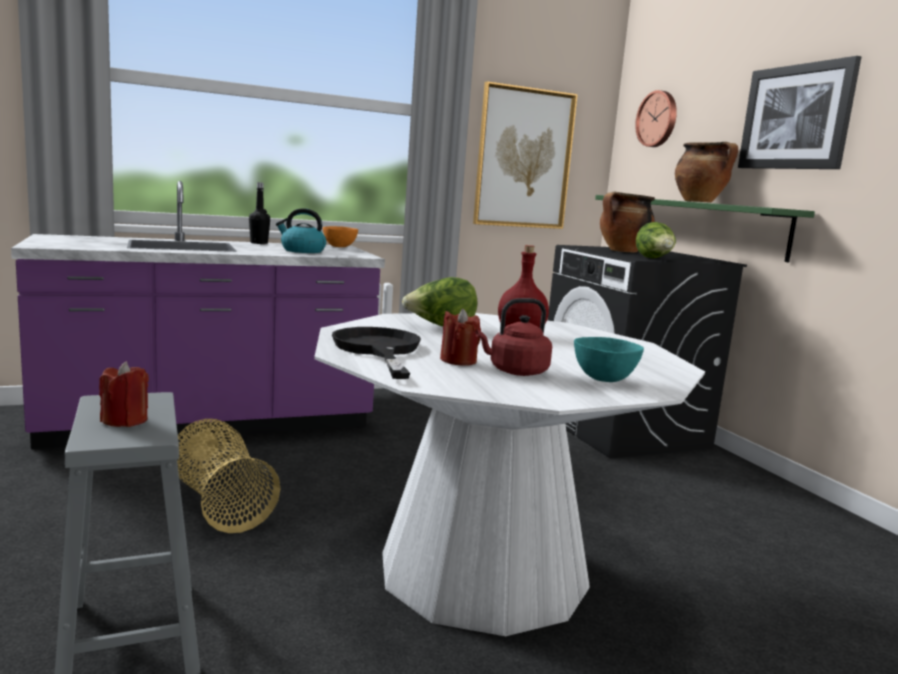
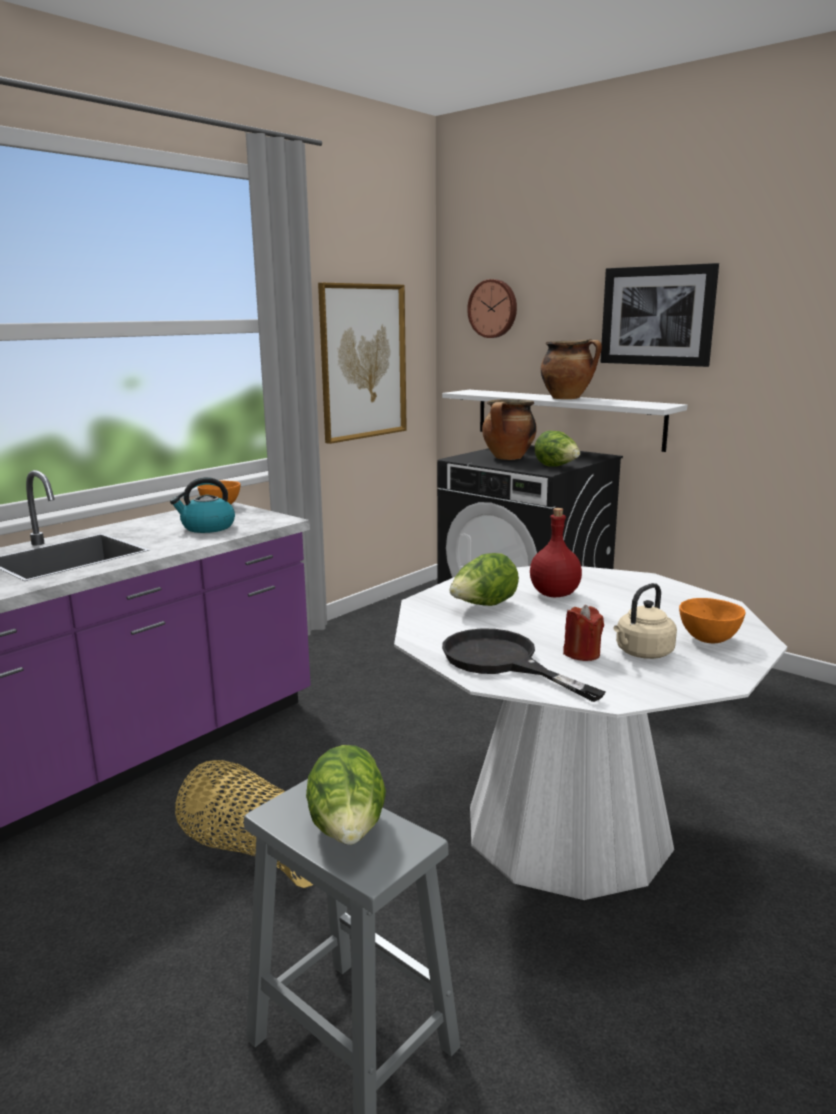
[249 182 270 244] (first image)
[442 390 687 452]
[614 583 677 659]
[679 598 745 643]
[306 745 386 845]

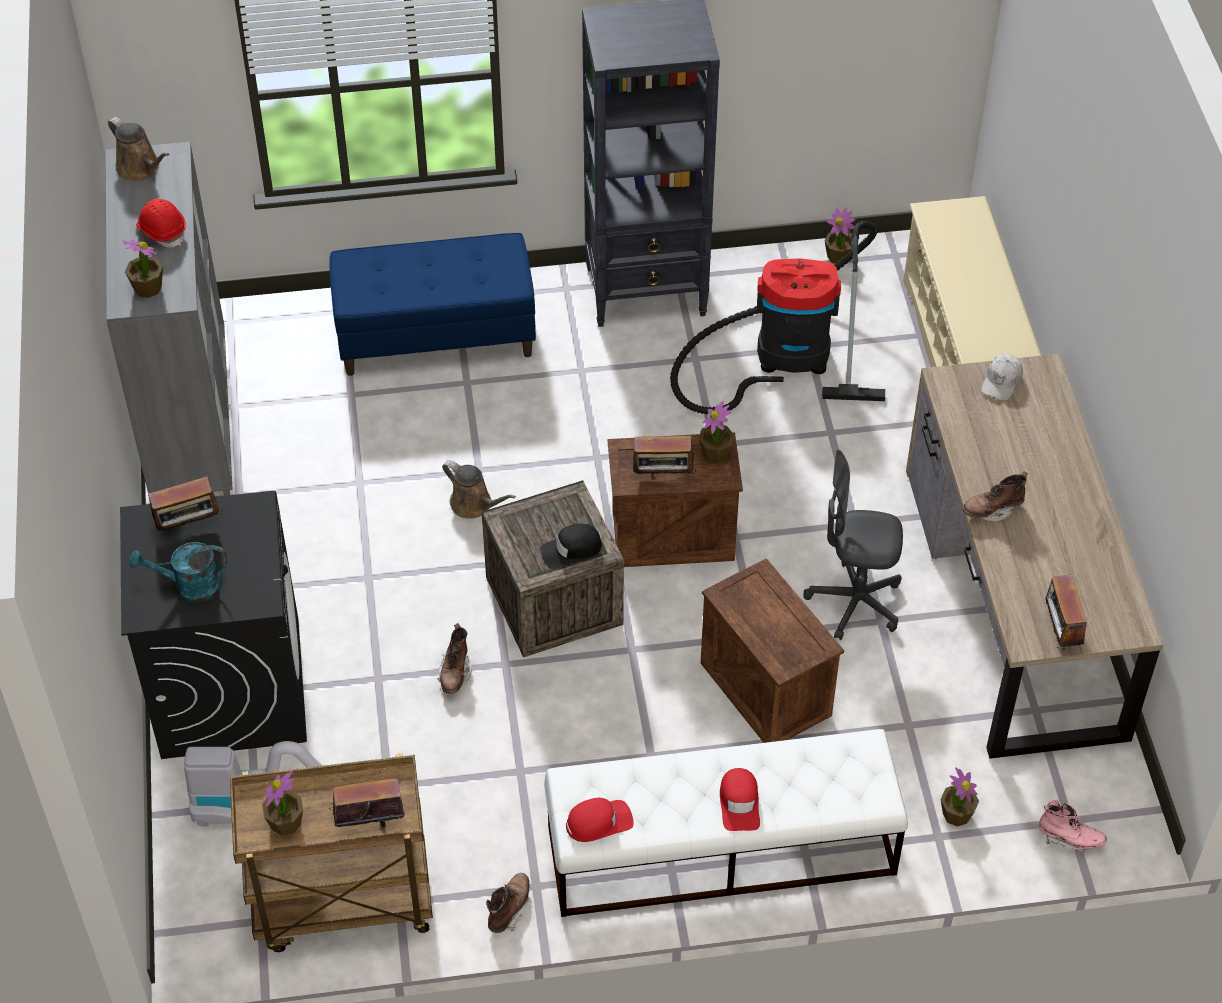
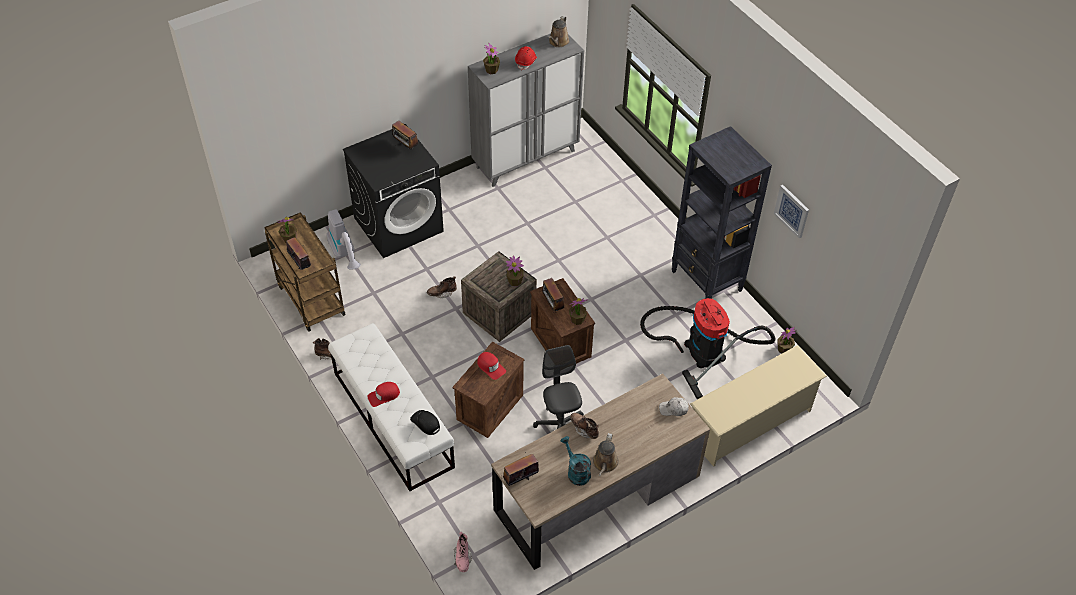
[329 233 536 376] (first image)
[593 433 619 476]
[410 410 440 435]
[561 436 591 486]
[506 256 524 286]
[477 352 506 380]
[774 185 809 239]

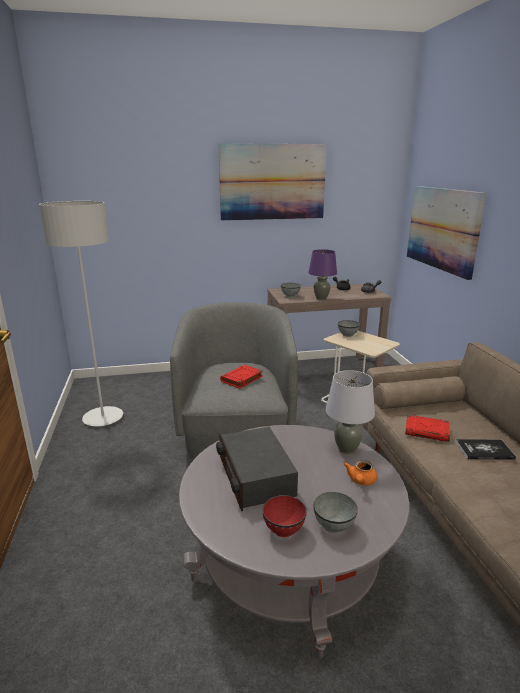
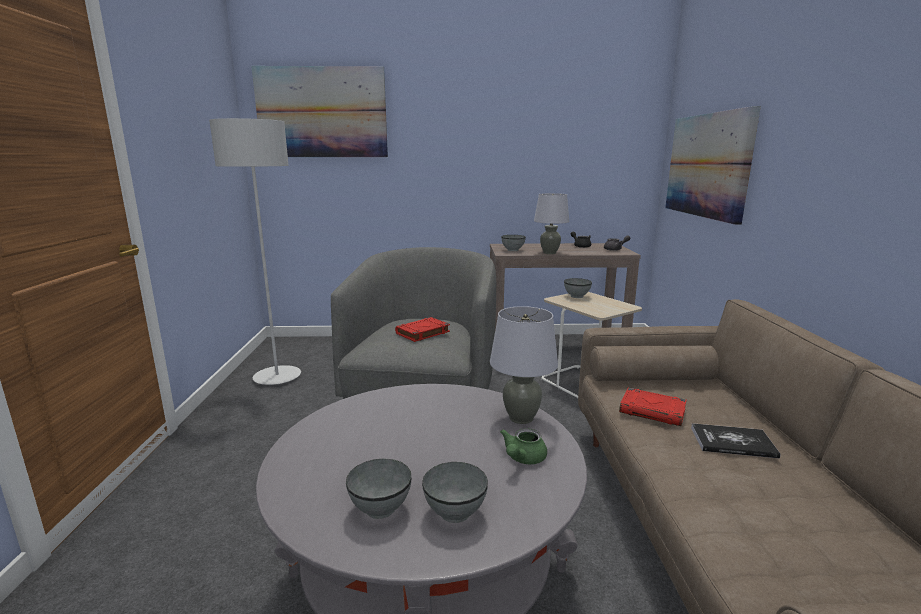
[251 66 388 157]
[534 193 569 254]
[216 427 298 511] (first image)
[500 428 547 464]
[346 458 411 519]

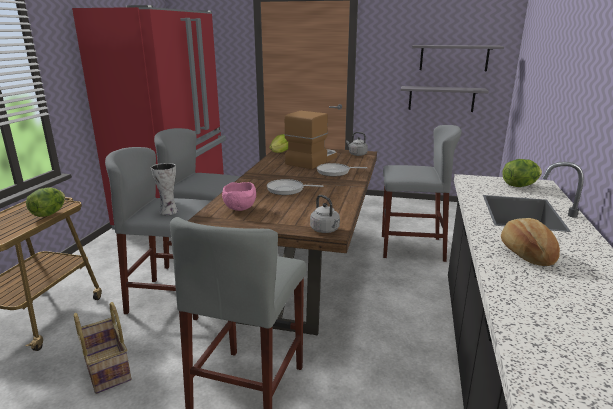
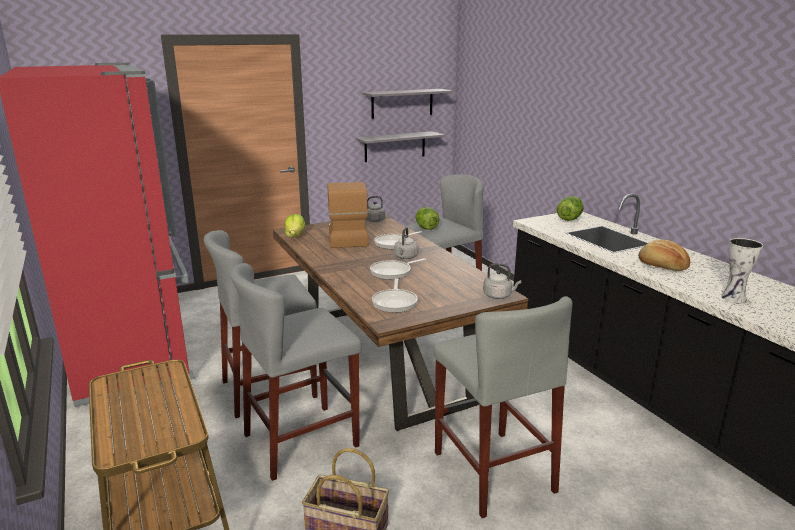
[721 238 763 303]
[372 278 418 313]
[415 207 439 230]
[394 227 418 259]

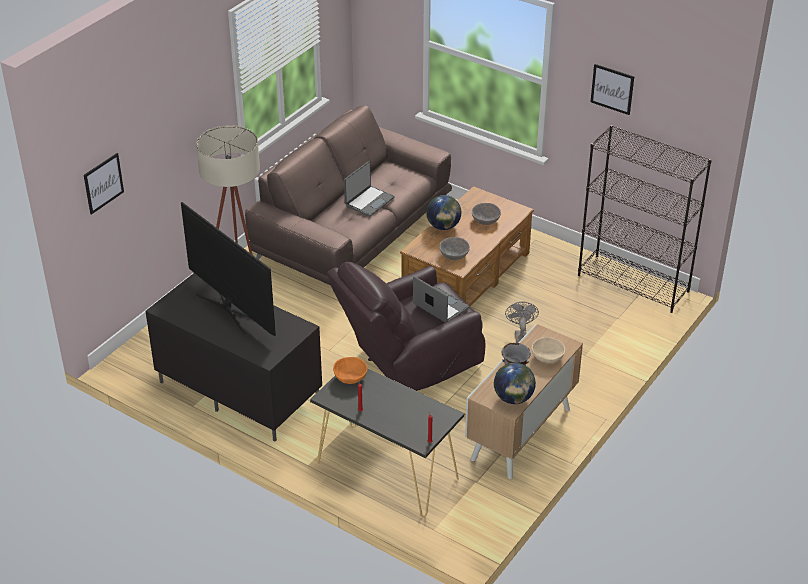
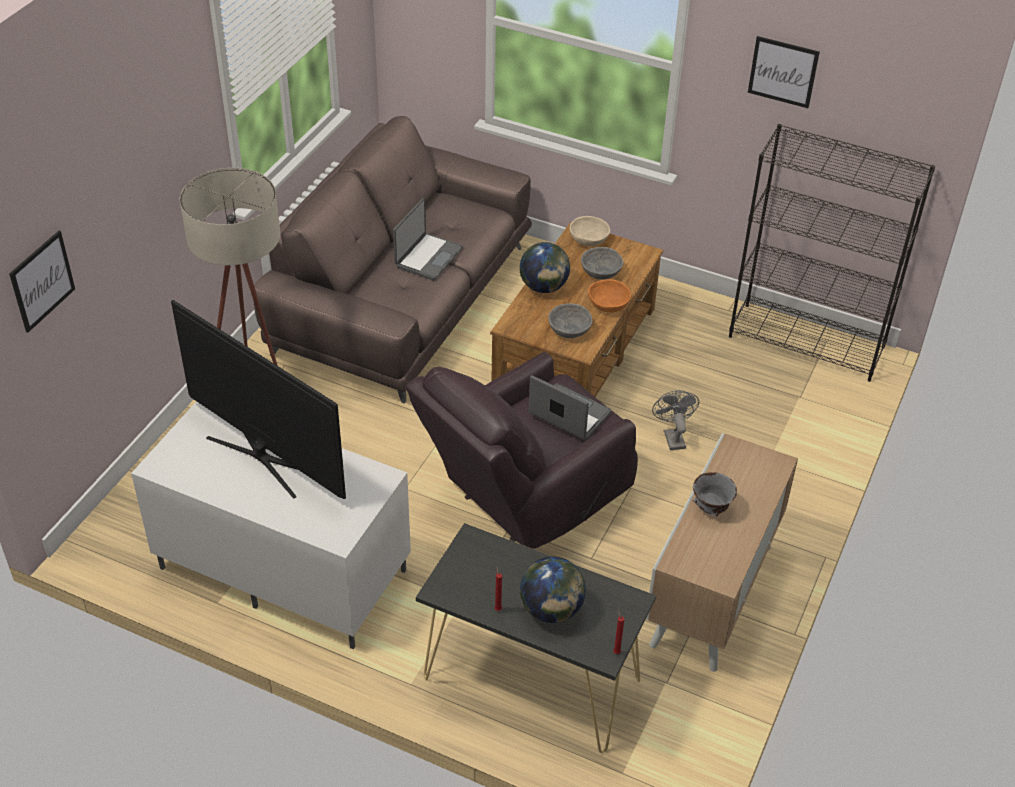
[131 401 411 649]
[569 216 610 246]
[588 279 631 312]
[520 557 586 623]

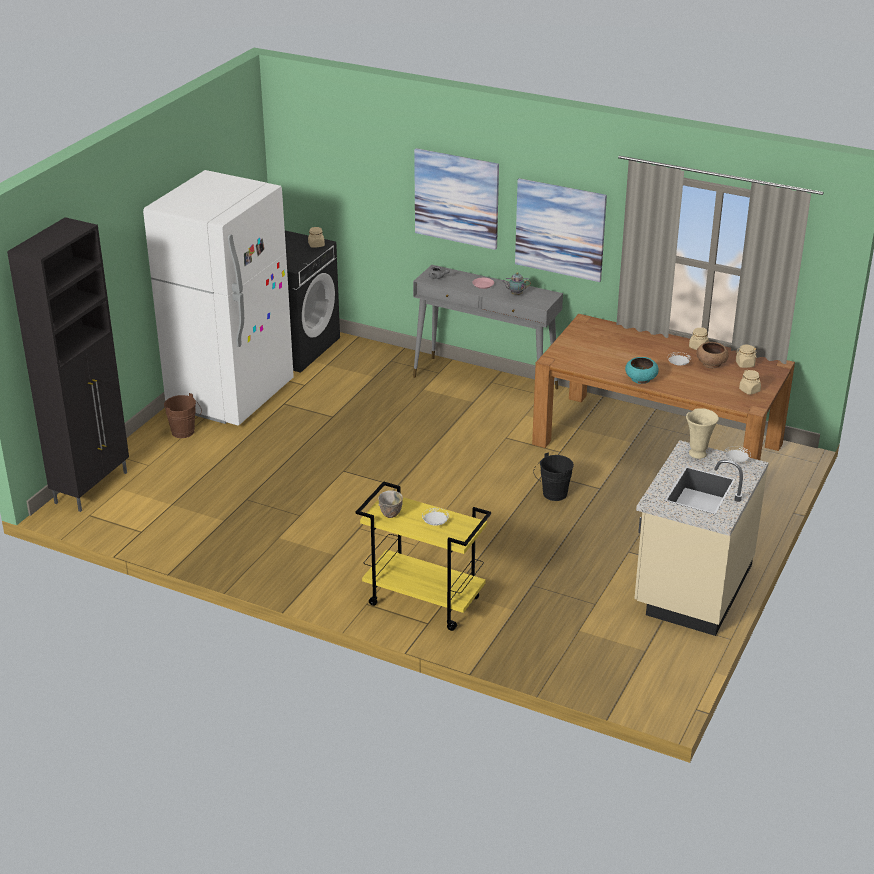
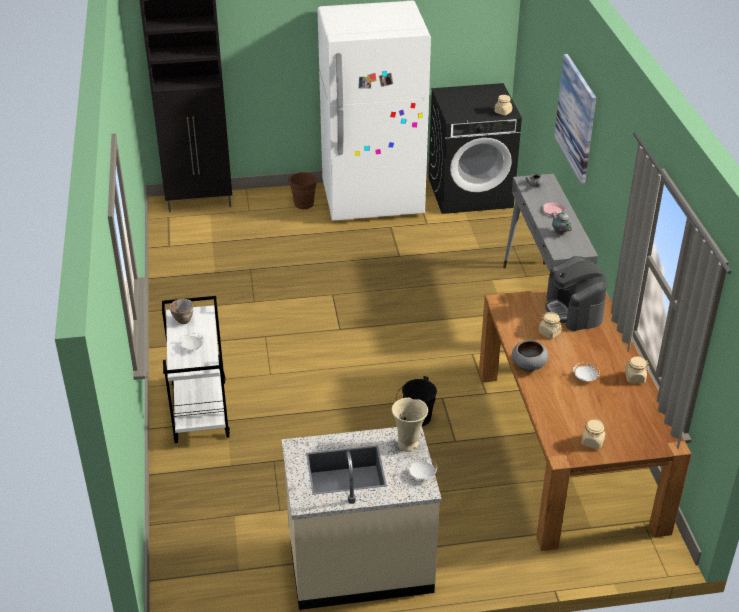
[515 178 607 282] (first image)
[696 342 729 368] (first image)
[539 312 561 339]
[512 340 548 372]
[162 296 230 443]
[545 256 607 331]

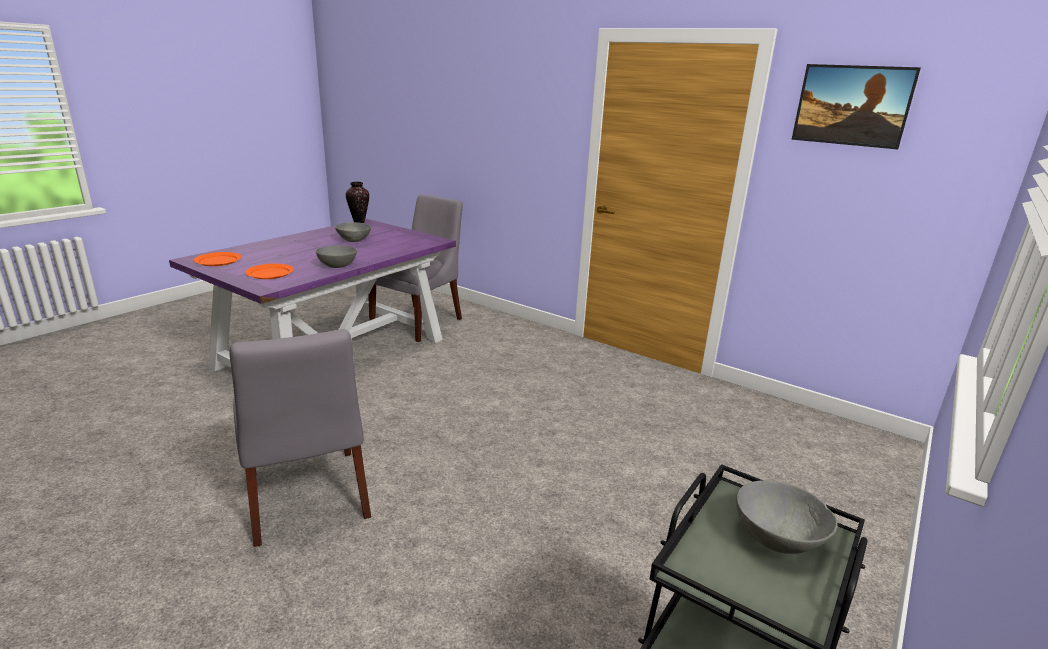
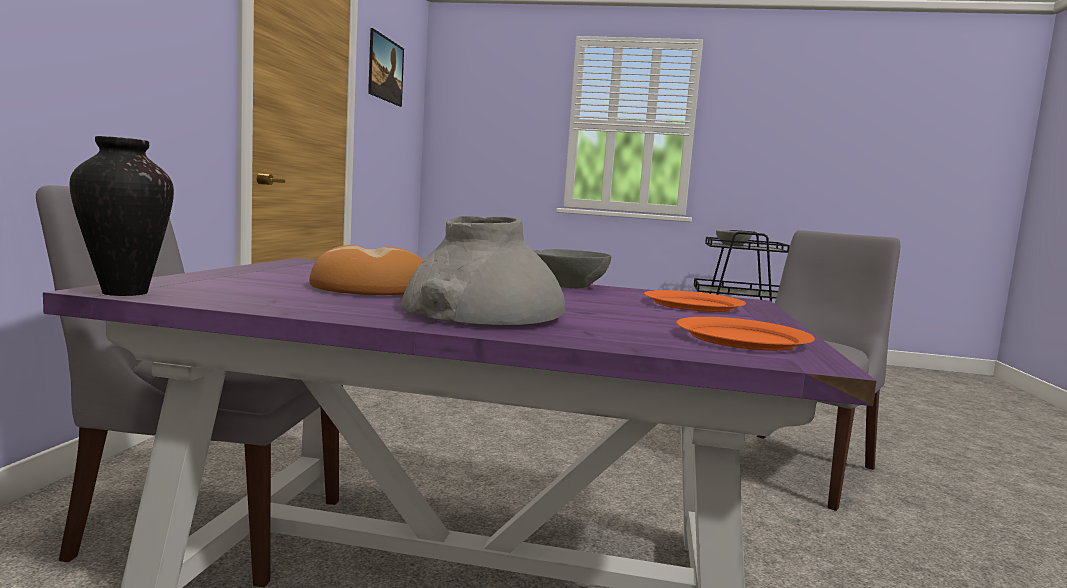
[309 245 423 295]
[401 216 565 325]

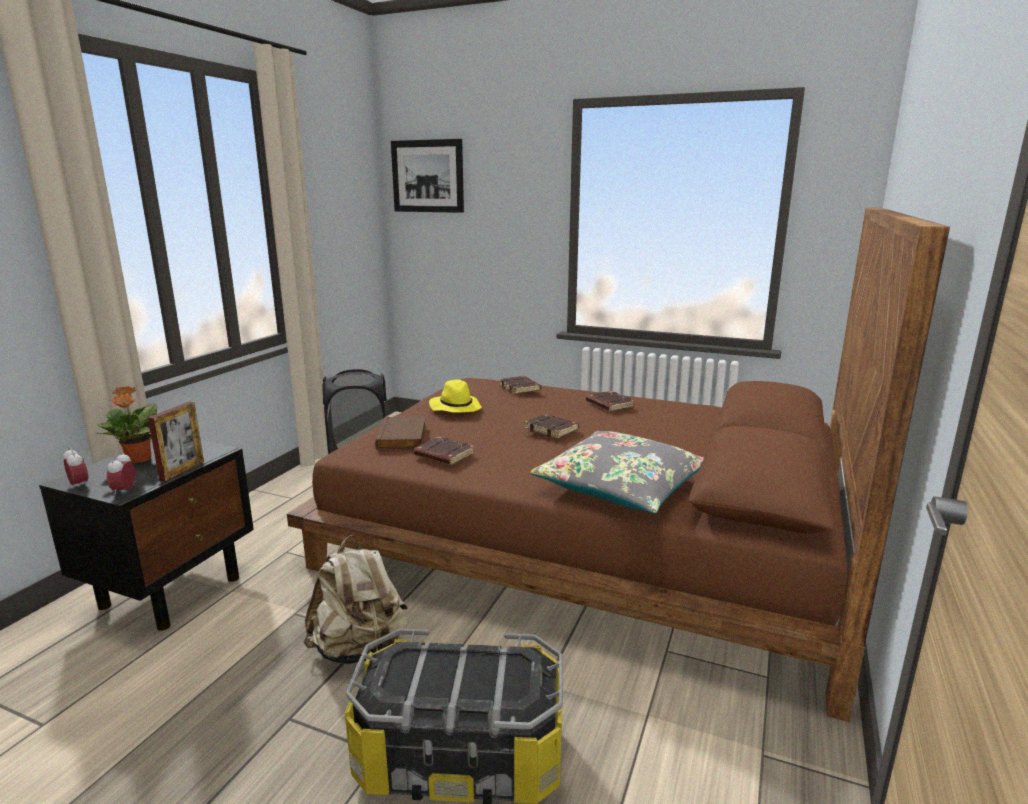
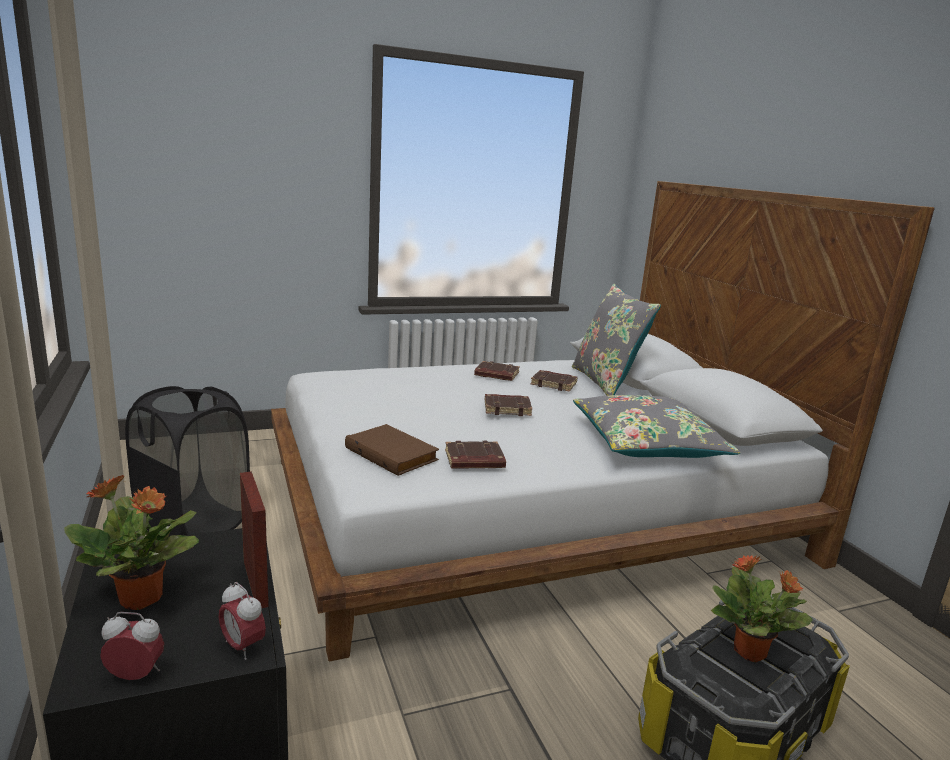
[391 139 464 213] (first image)
[271 181 935 661]
[531 370 578 392]
[429 379 482 413] (first image)
[303 535 408 664] (first image)
[572 284 661 396]
[711 555 813 662]

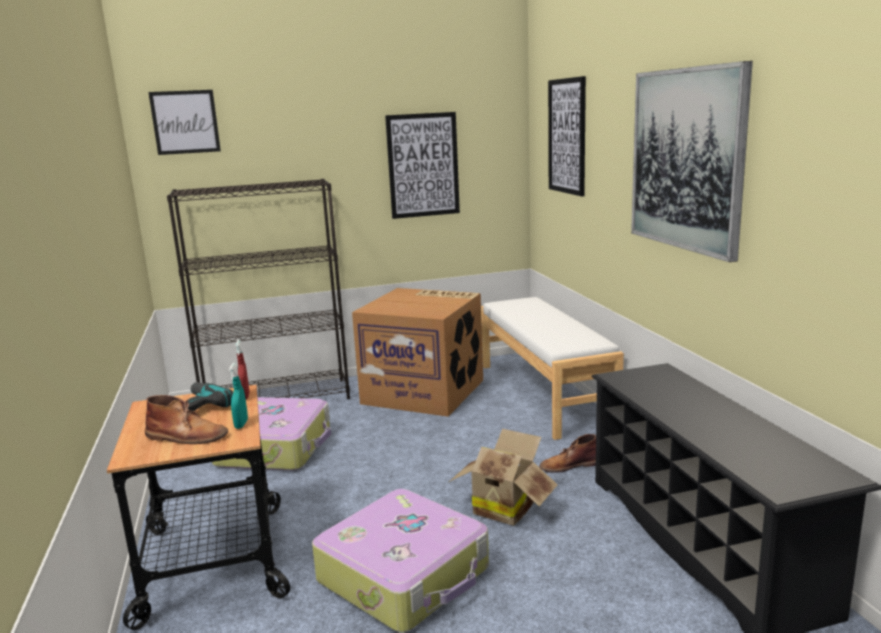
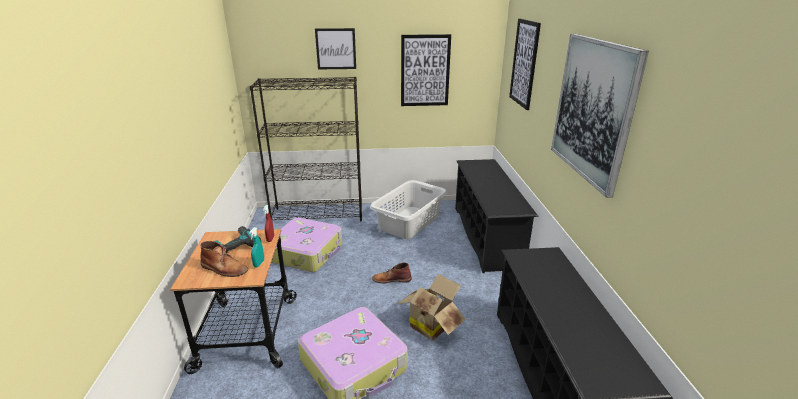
[315 28 356 69]
[370 180 447 239]
[455 159 538 273]
[372 263 412 283]

